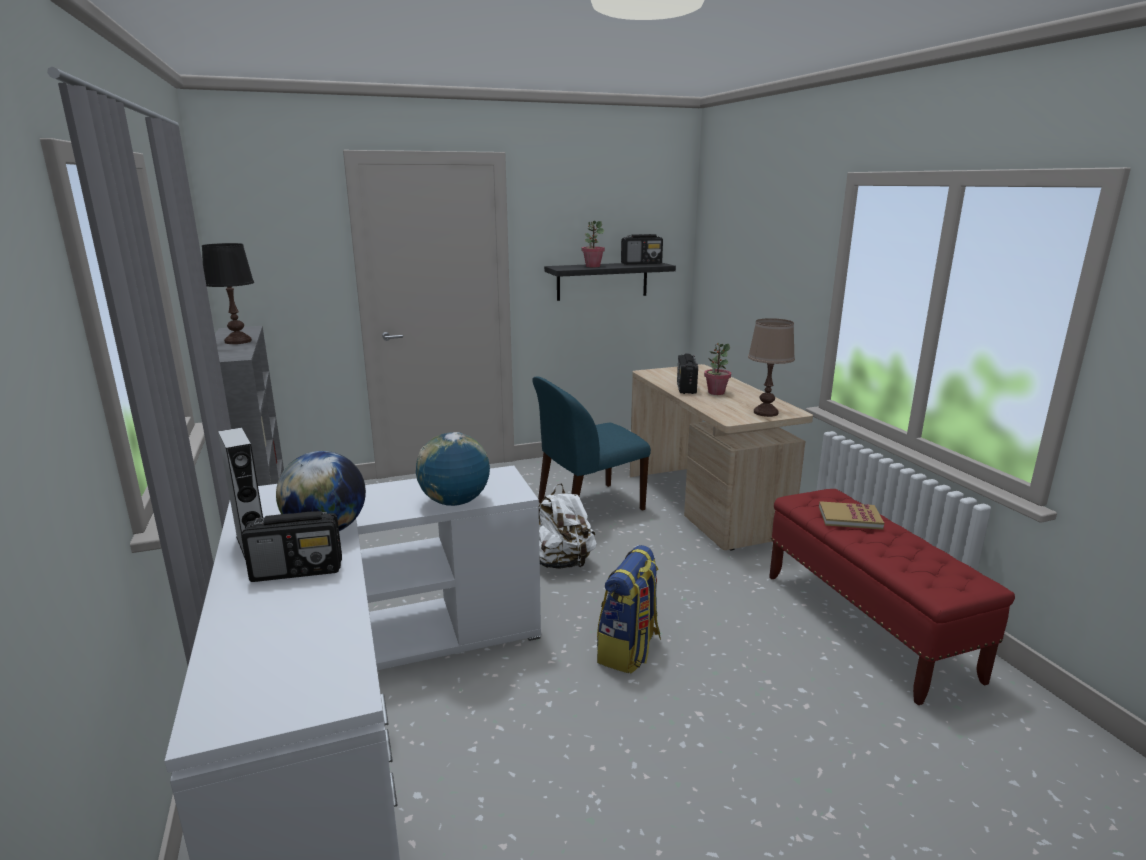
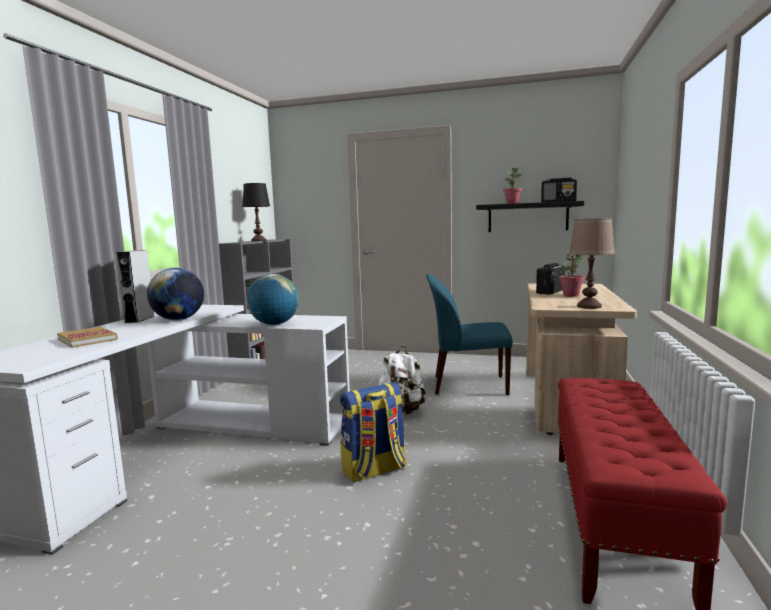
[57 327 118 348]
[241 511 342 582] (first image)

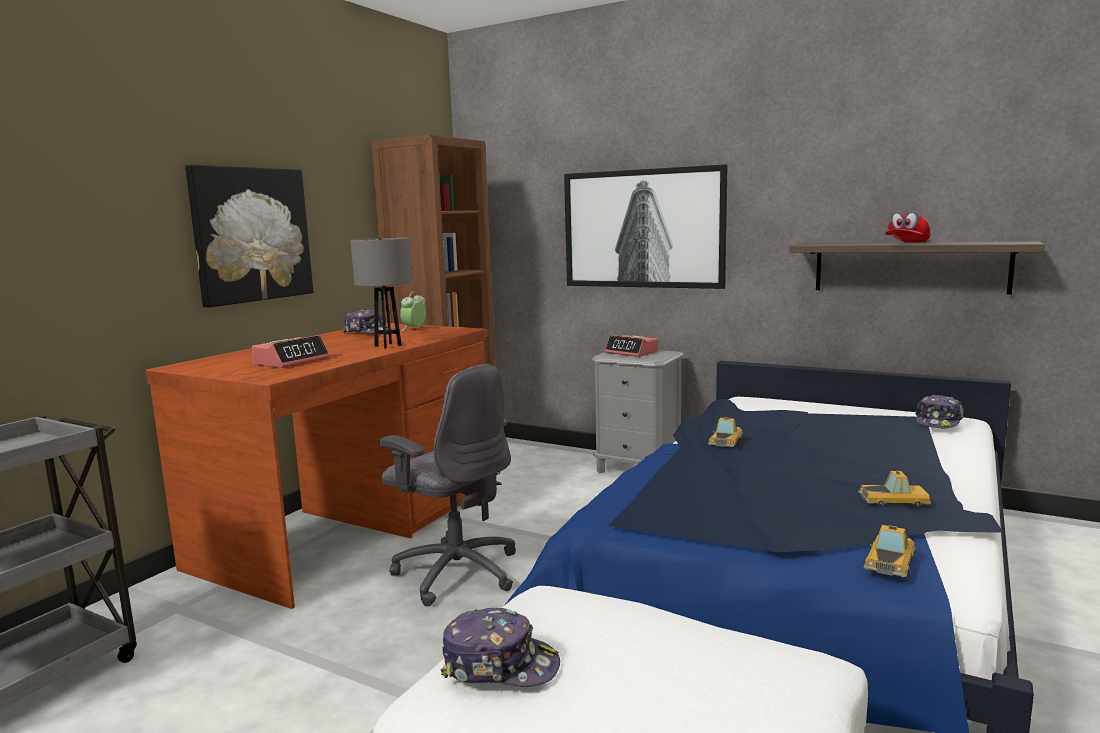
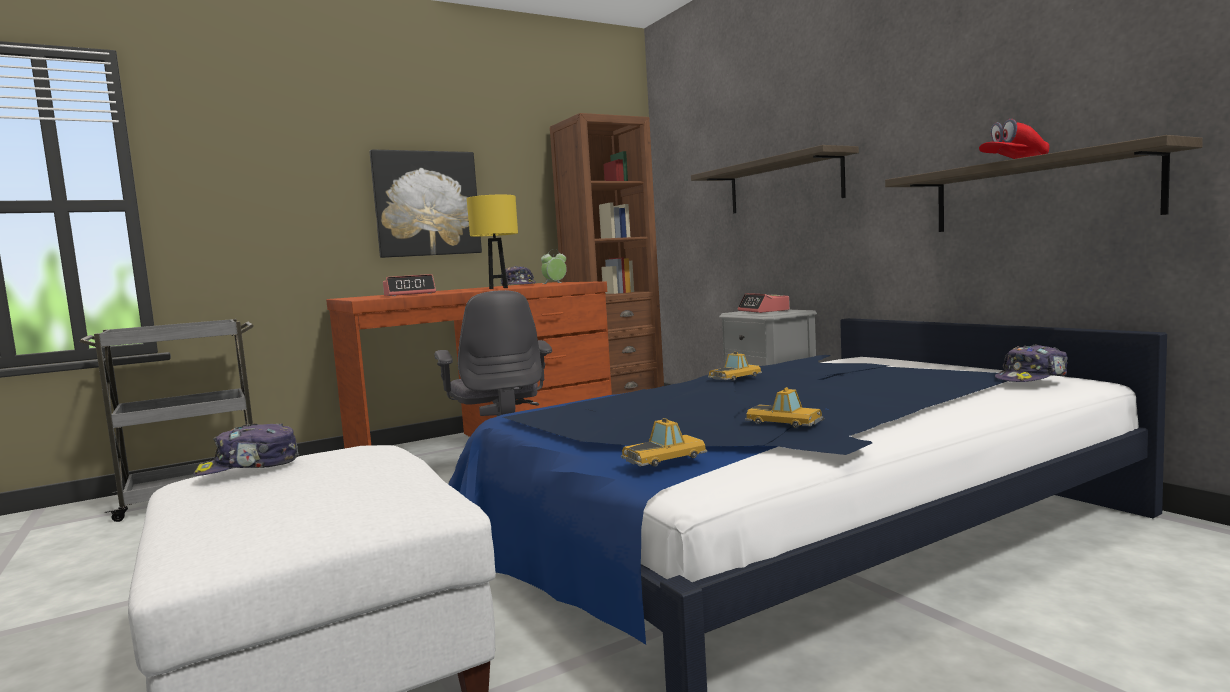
[691 145 859 214]
[467 195 518 289]
[193 423 299 476]

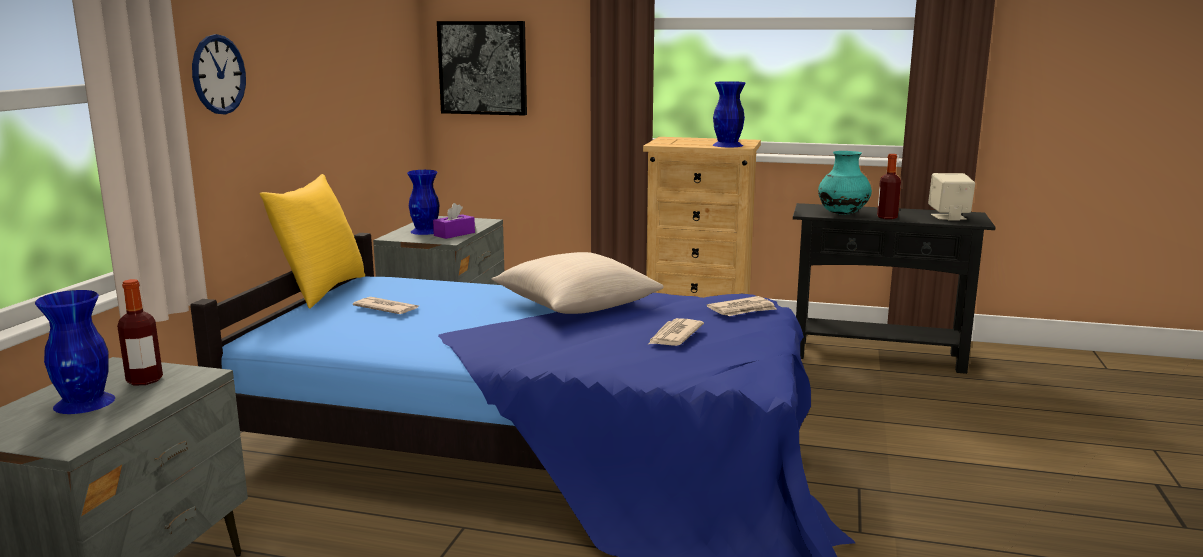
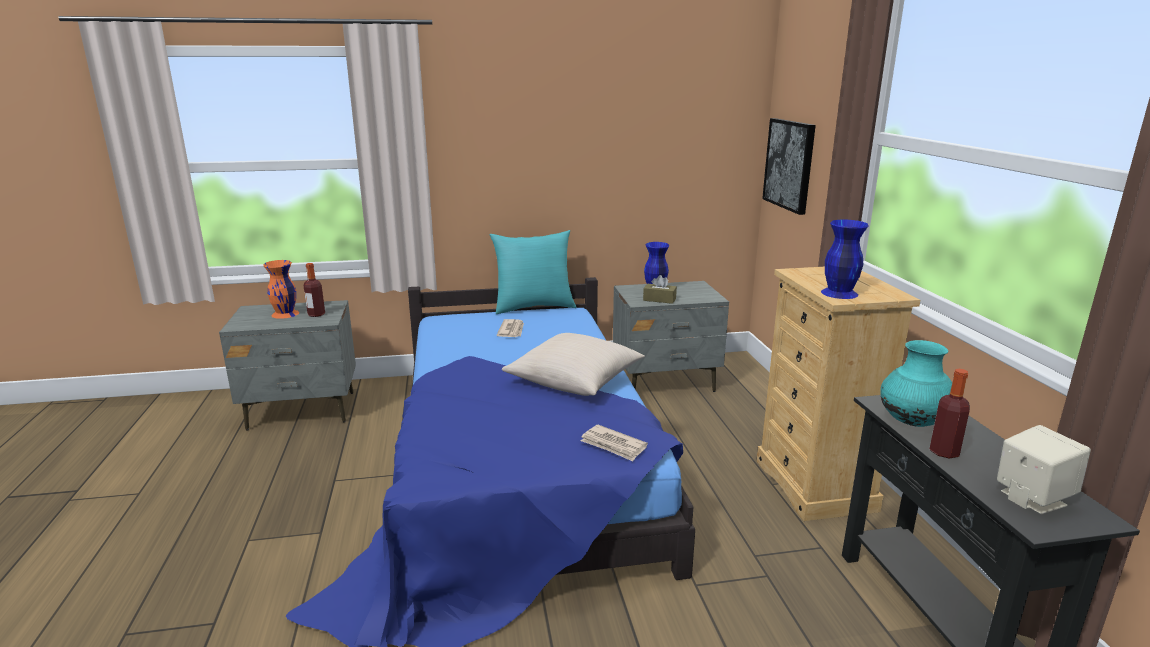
[192 34 246 114] (first image)
[490 230 577 314]
[643 275 677 304]
[263 260 299 319]
[649 318 704 346] (first image)

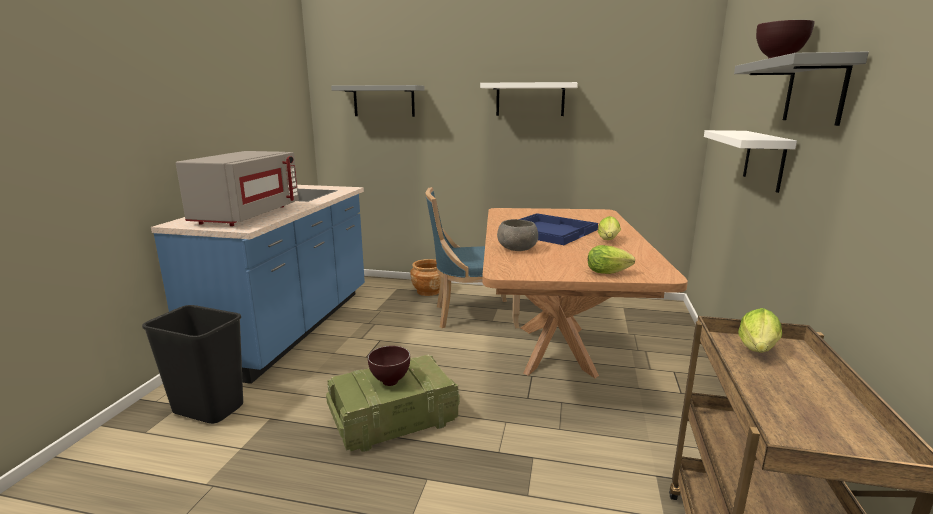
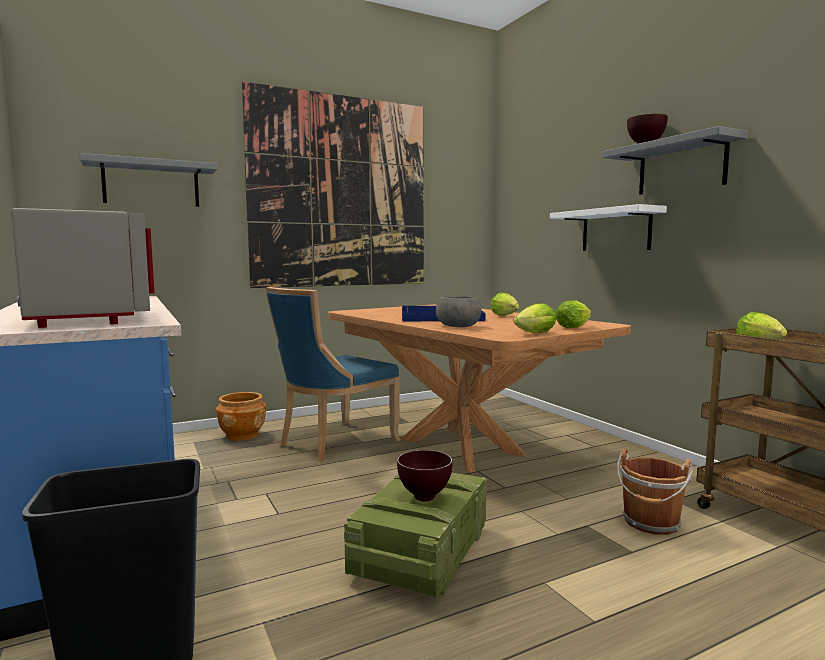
[242 81 424 288]
[514 303 556 333]
[617 448 693 535]

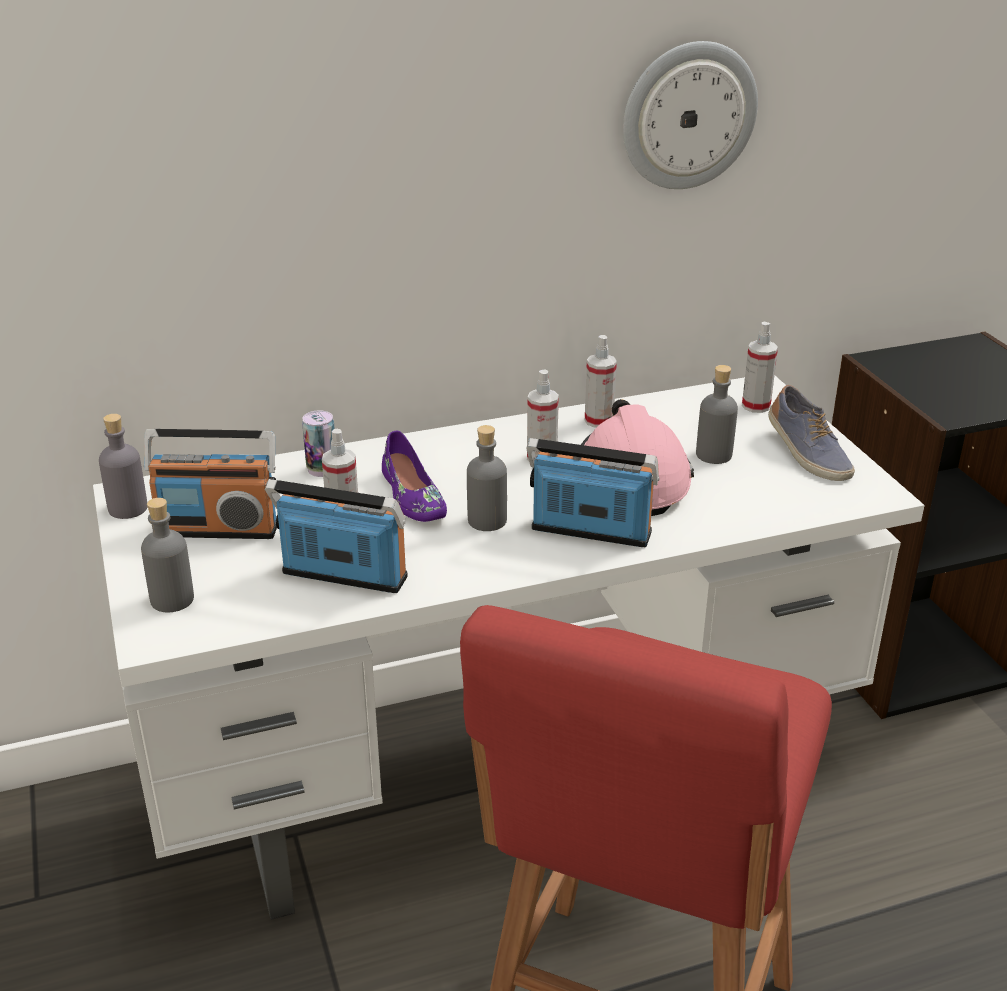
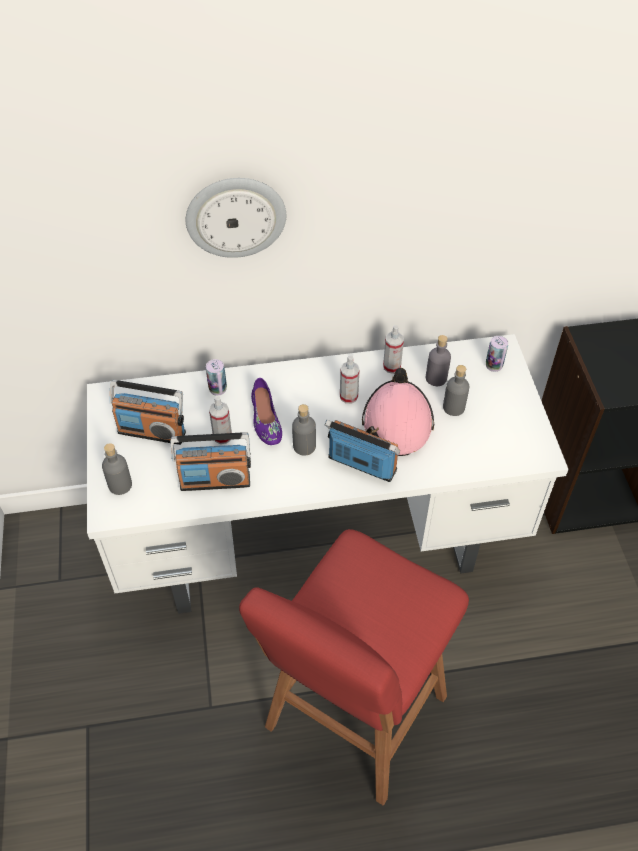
[186 178 286 258]
[486 336 508 372]
[768 385 855 481] (first image)
[426 335 451 386]
[170 432 251 491]

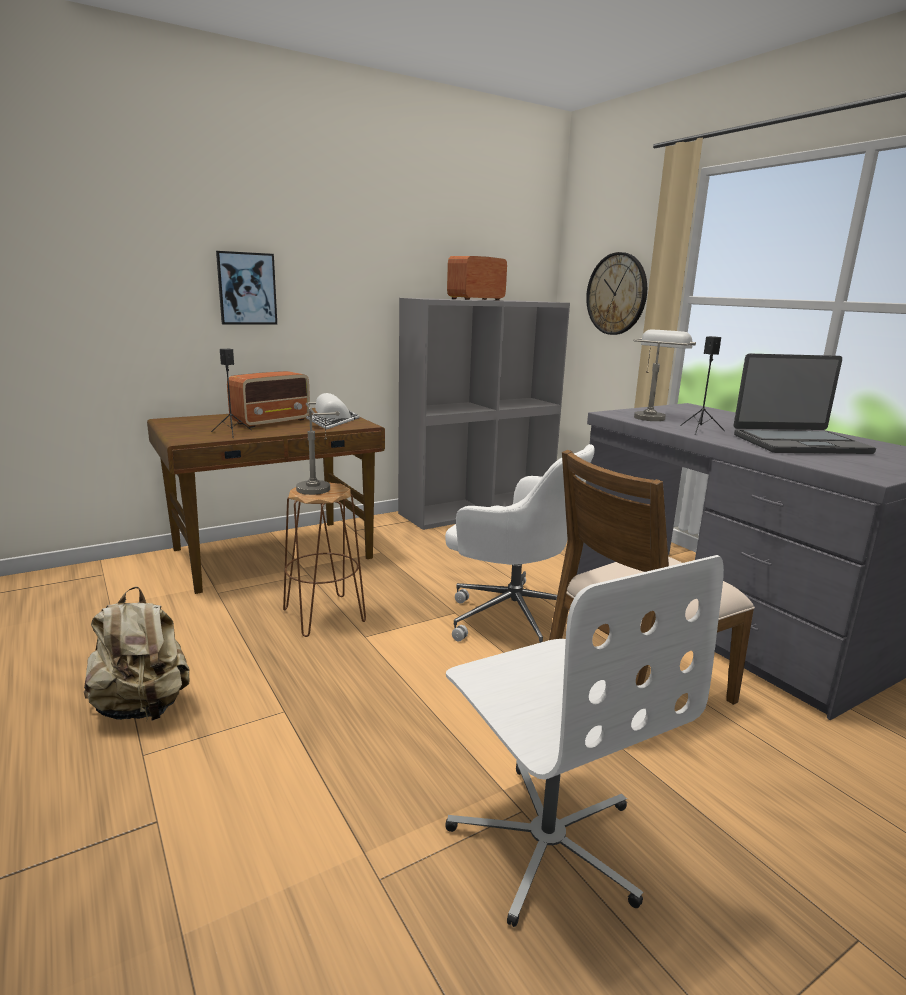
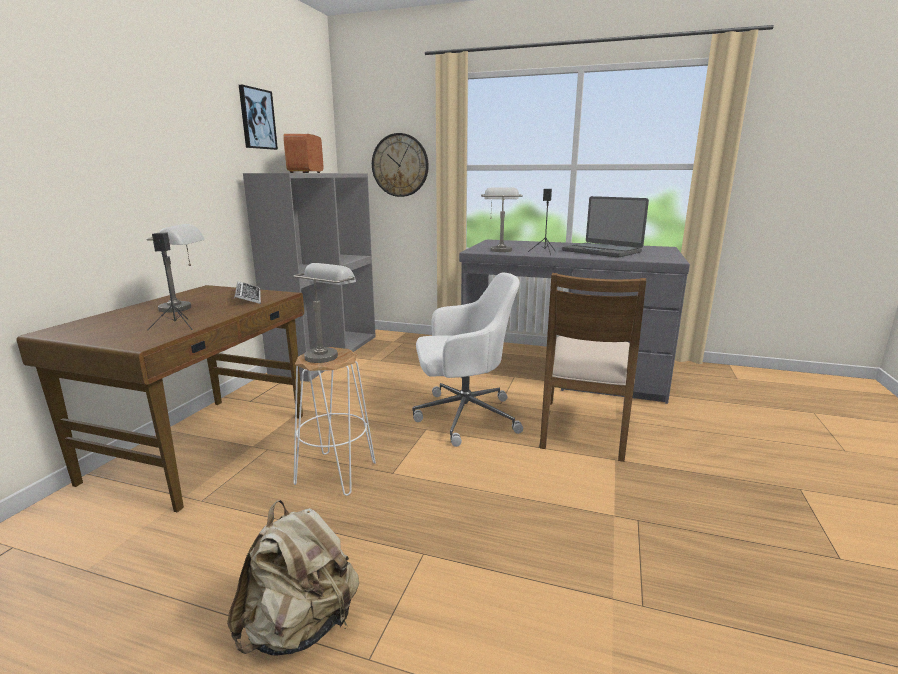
[239 85 278 150]
[562 196 649 258]
[146 224 205 313]
[293 347 376 496]
[445 555 724 927] (first image)

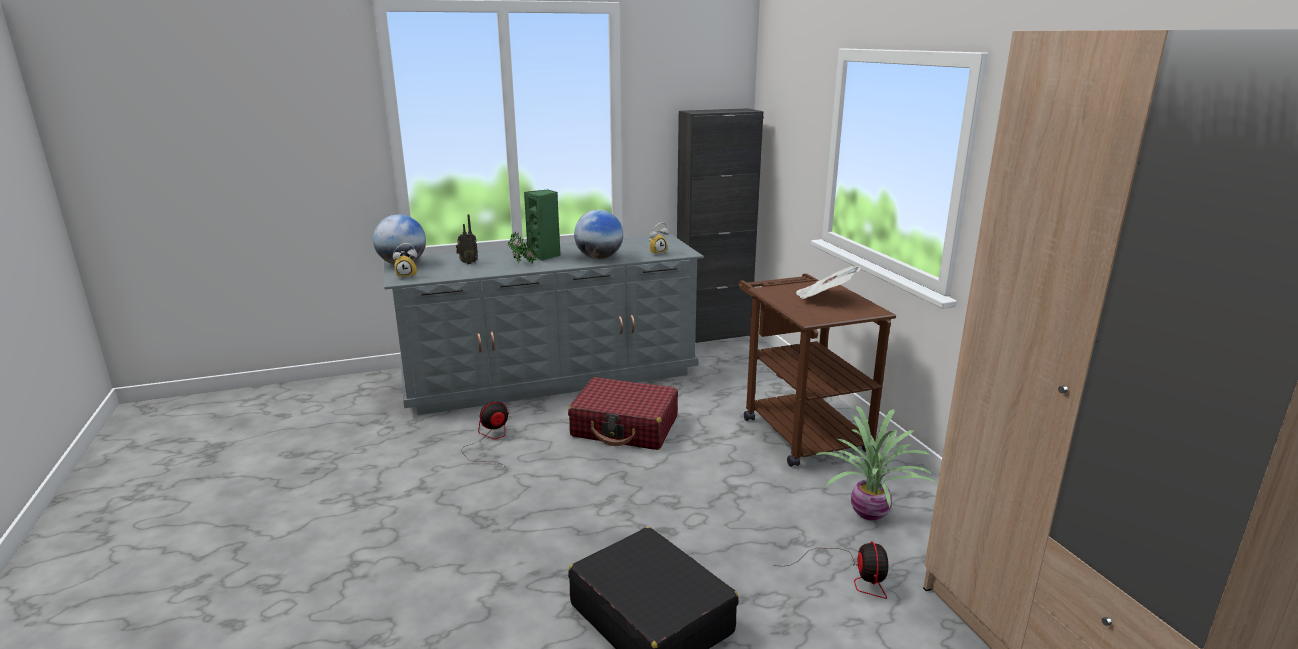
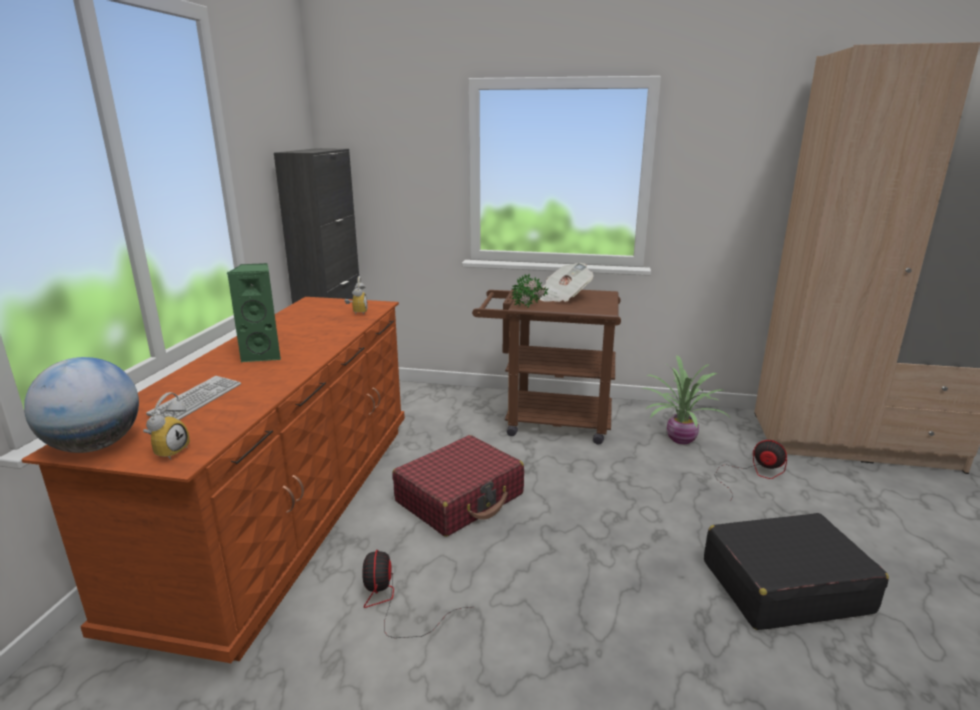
[574 210 623 259] (first image)
[146 376 241 420]
[512 274 548 308]
[22 297 405 663]

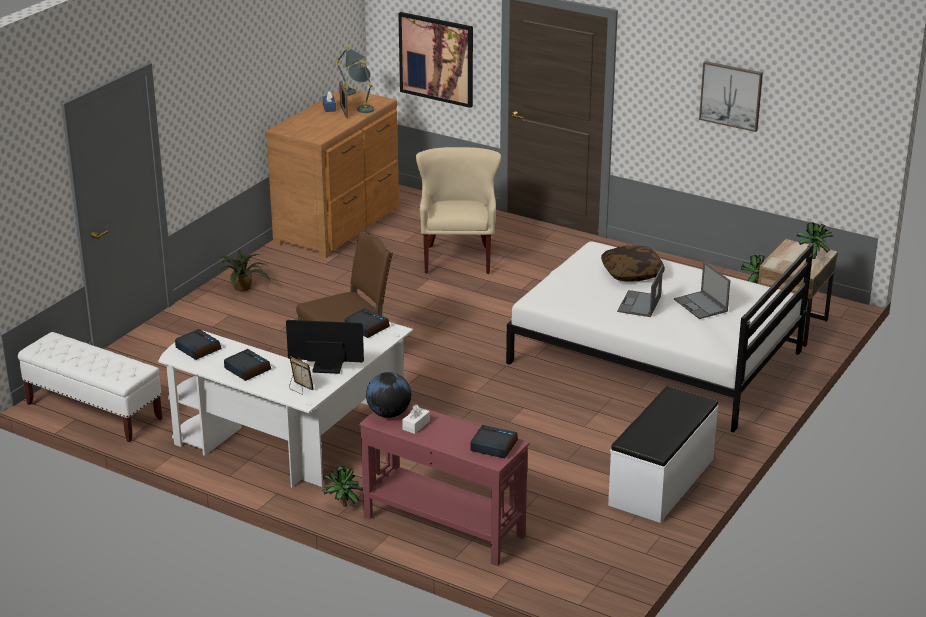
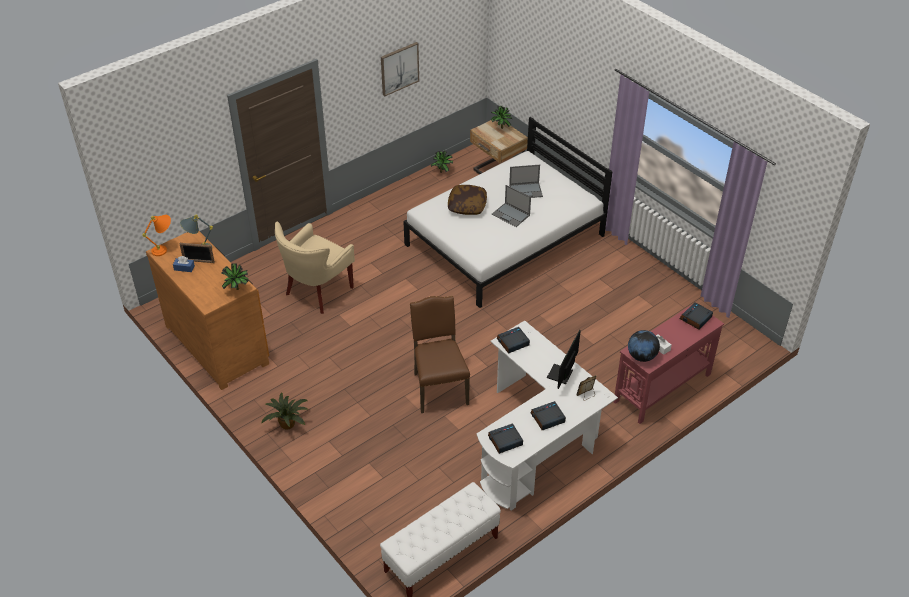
[398 12 473 108] (first image)
[142 215 171 256]
[275 222 355 314]
[608 386 718 523] (first image)
[222 263 249 290]

